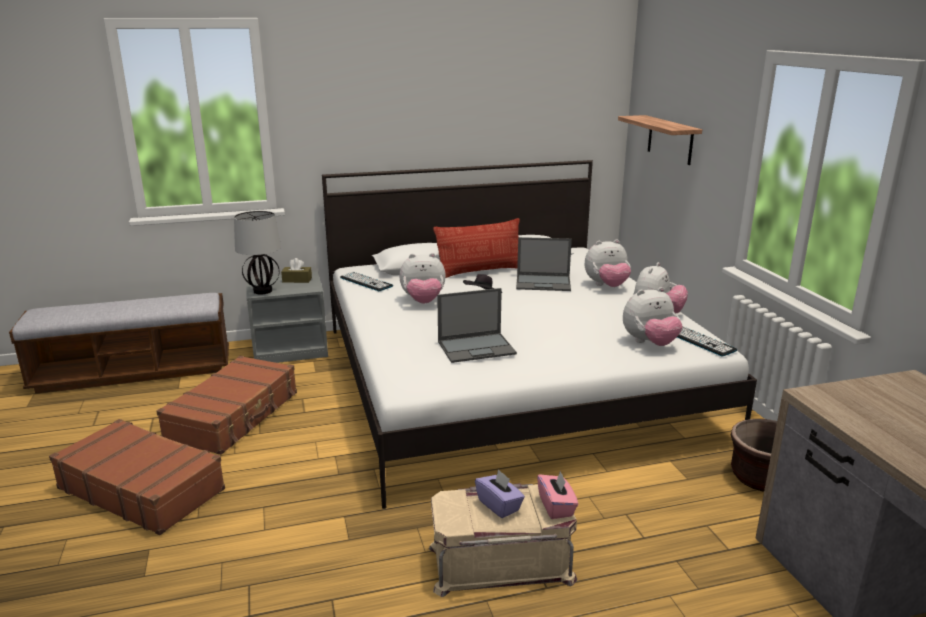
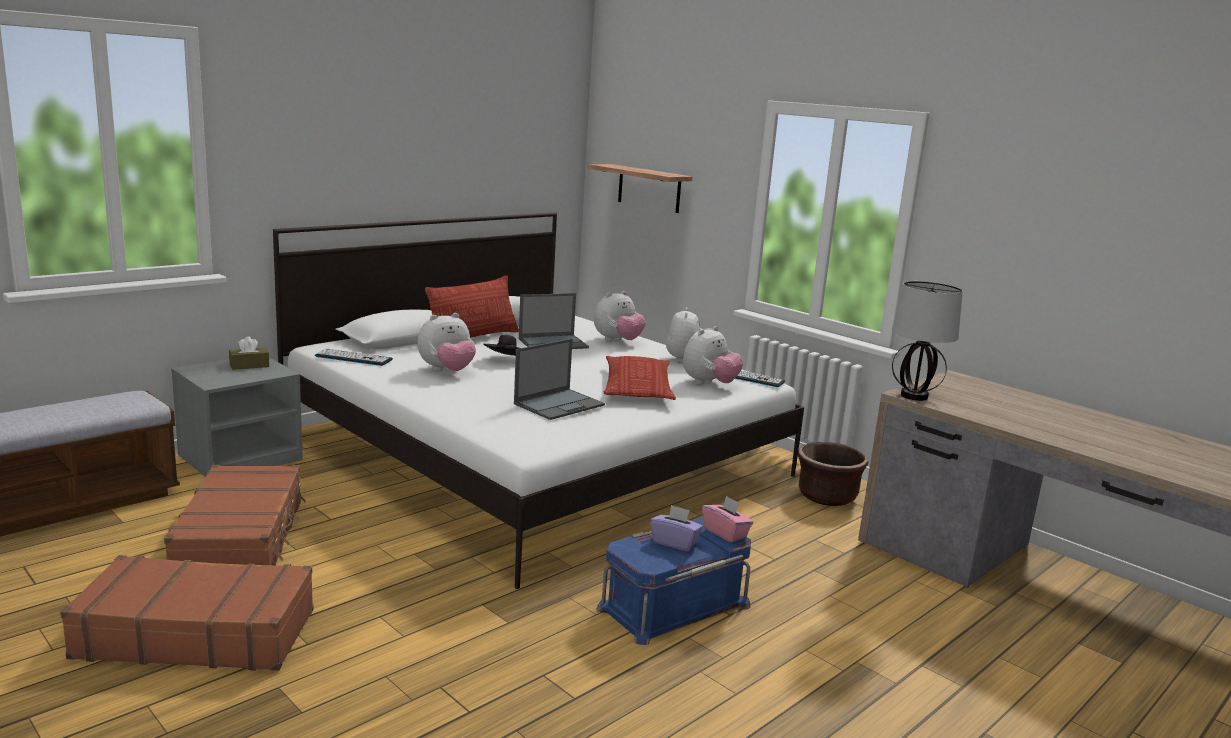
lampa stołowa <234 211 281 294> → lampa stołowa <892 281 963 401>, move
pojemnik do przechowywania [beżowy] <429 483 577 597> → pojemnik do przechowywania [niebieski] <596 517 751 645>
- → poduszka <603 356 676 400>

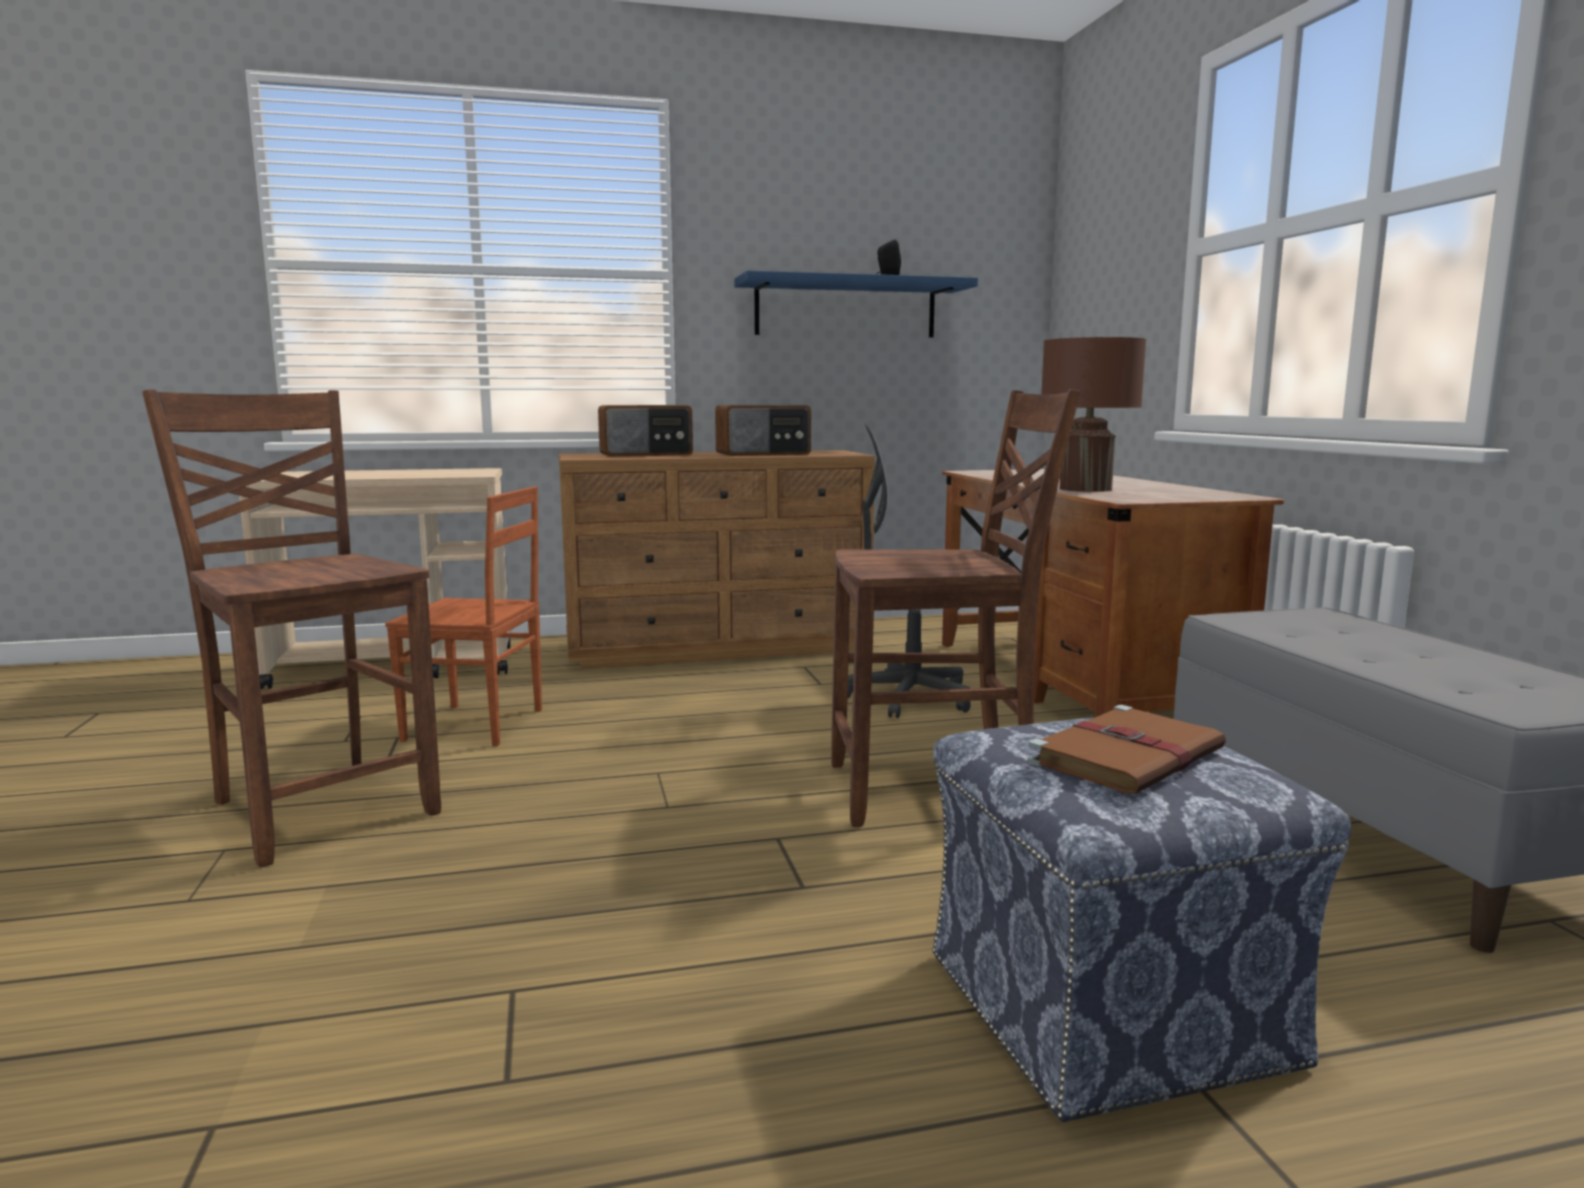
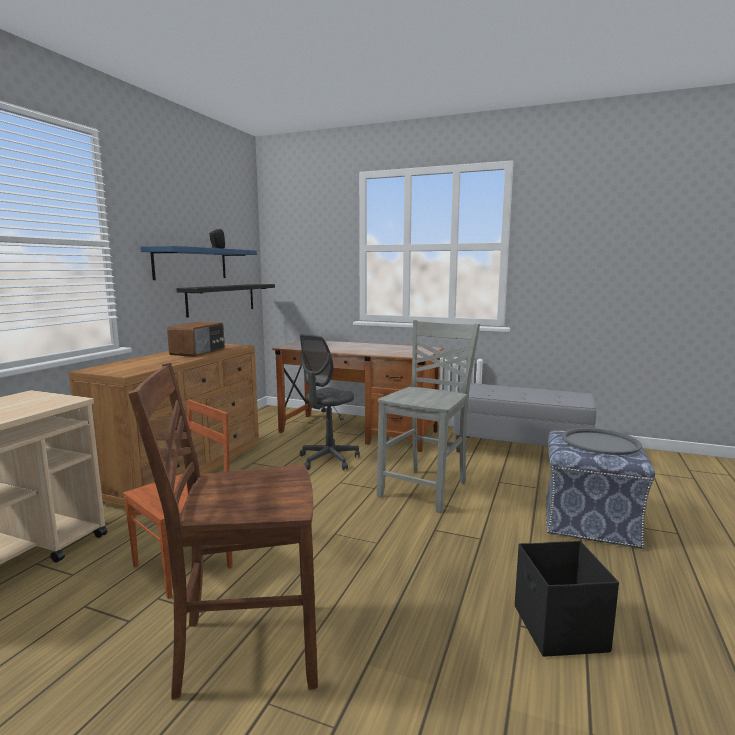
radio <598 405 693 457> → -
krzesło [brązowy] <831 389 1080 827> → krzesło [szary] <377 320 480 513>
książka [brązowy] <1027 705 1226 794> → taca [szary] <562 428 642 455>
lampa stołowa [brązowy] <1041 337 1146 492> → -
- → półka [czarny] <177 284 275 318>
- → pojemnik do przechowywania [czarny] <515 541 619 657>

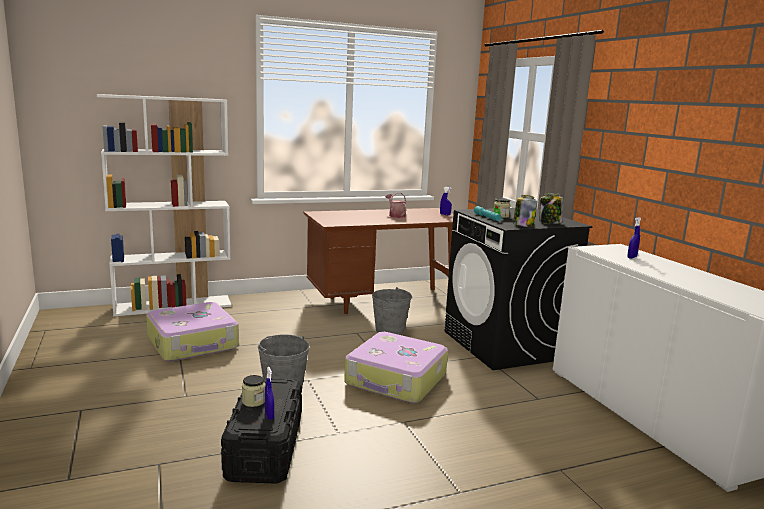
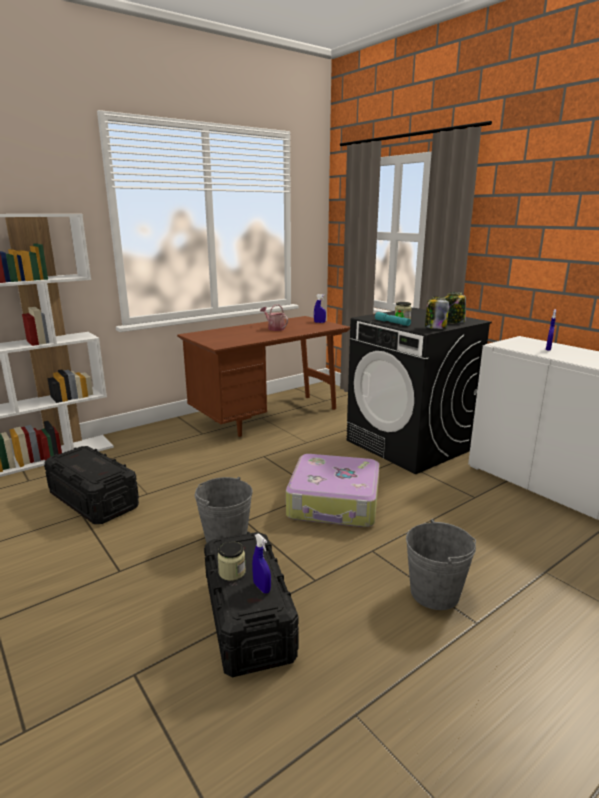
walizka <146 302 239 361> → pojemnik do przechowywania [czarny] <44 446 139 524>
wiadro [szary] <372 287 412 335> → wiadro [szary] <406 519 476 610>, move

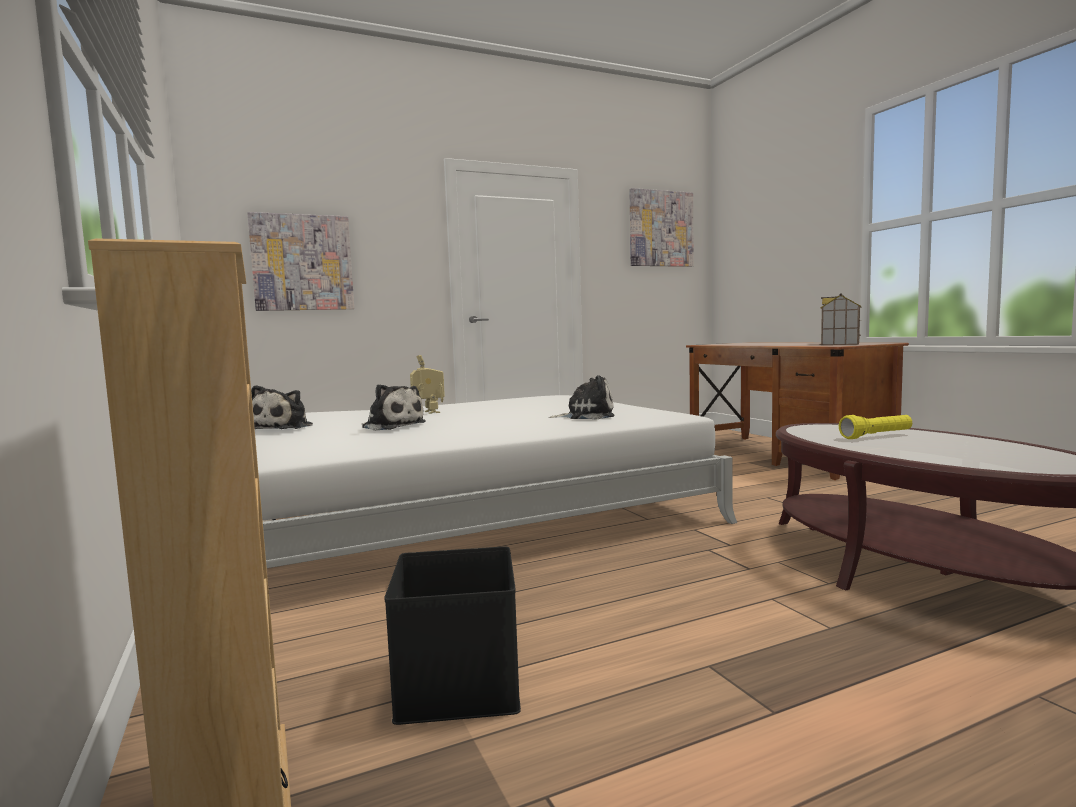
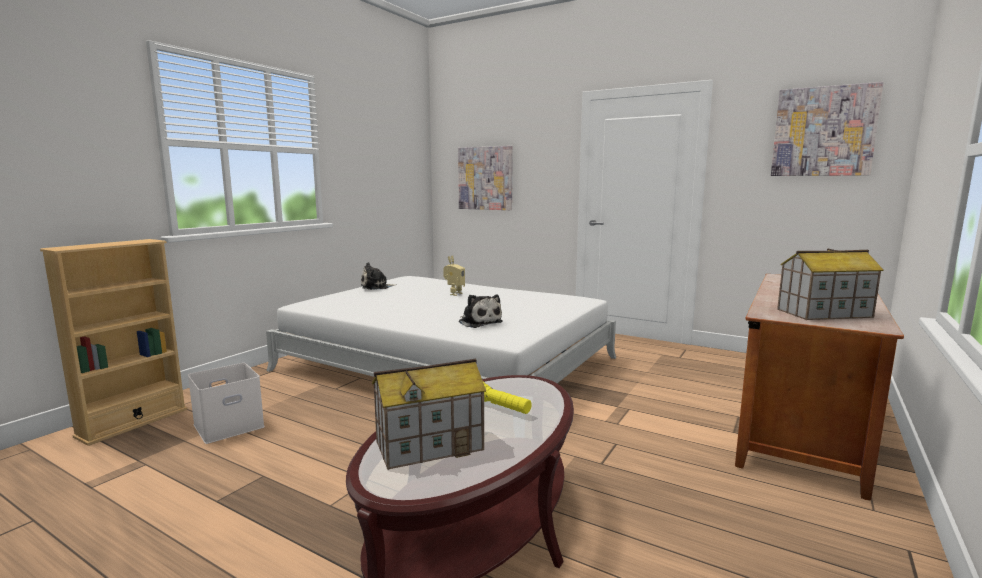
pluszak <362 384 426 431> → -
pojemnik do przechowywania [czarny] <385 546 521 725> → pojemnik do przechowywania [biały] <188 363 265 444>
- → domek <372 359 486 470>

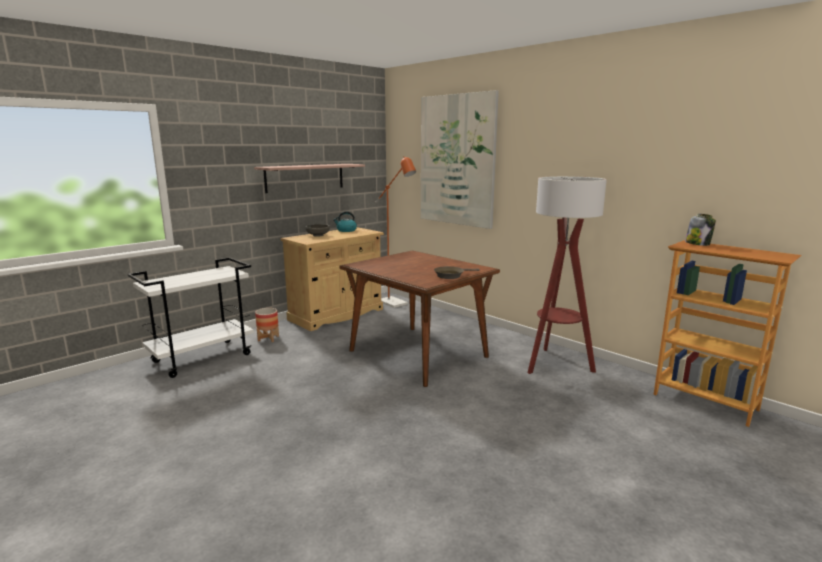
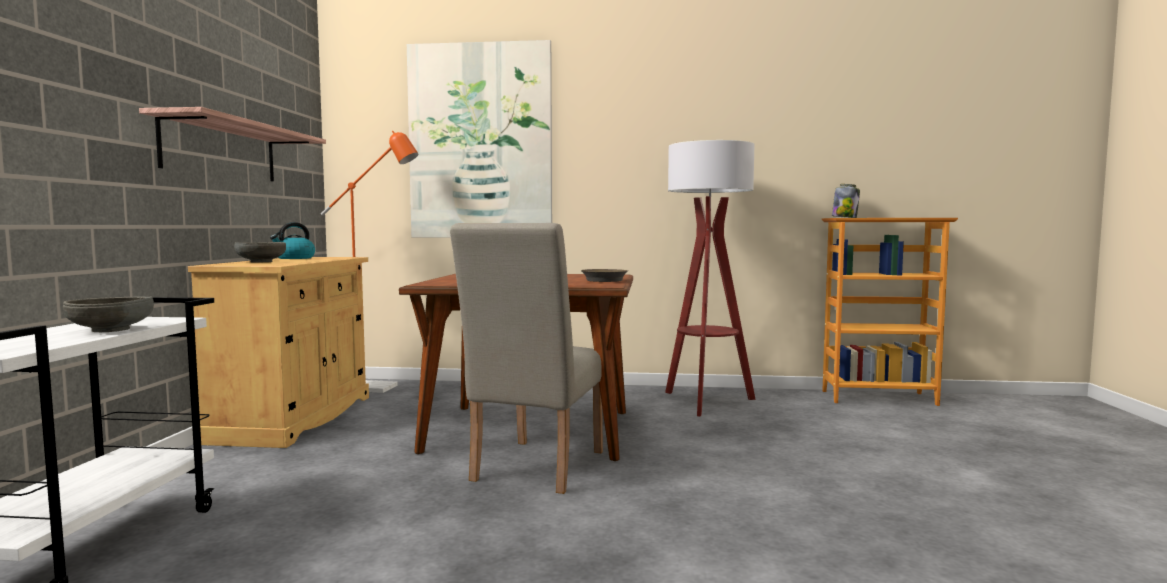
donica <255 308 279 342> → -
- → miska [szary] <63 297 154 332>
- → krzesło [beżowy] <450 223 603 494>

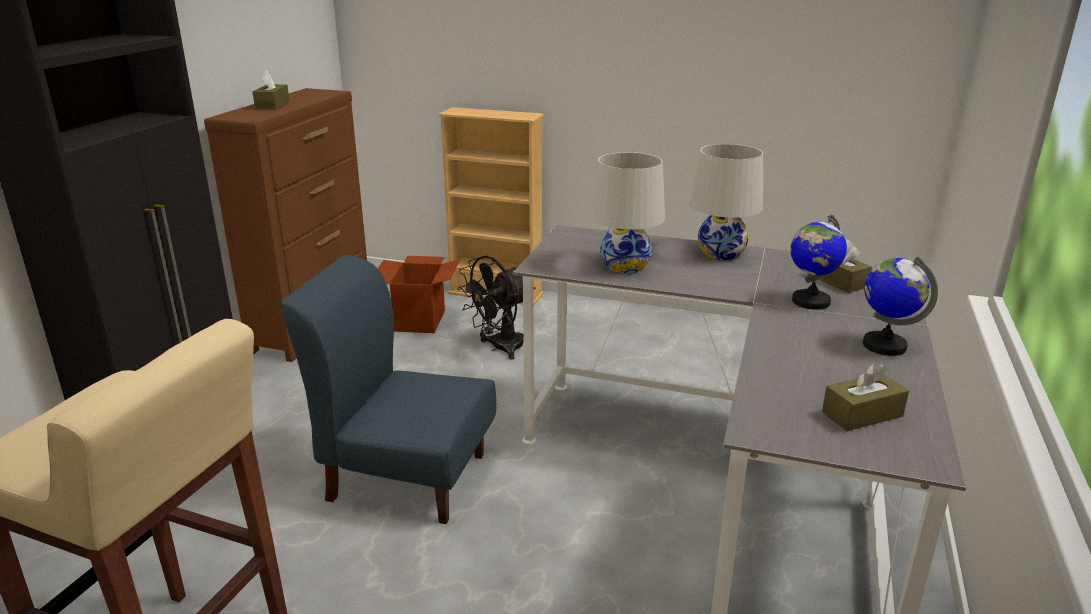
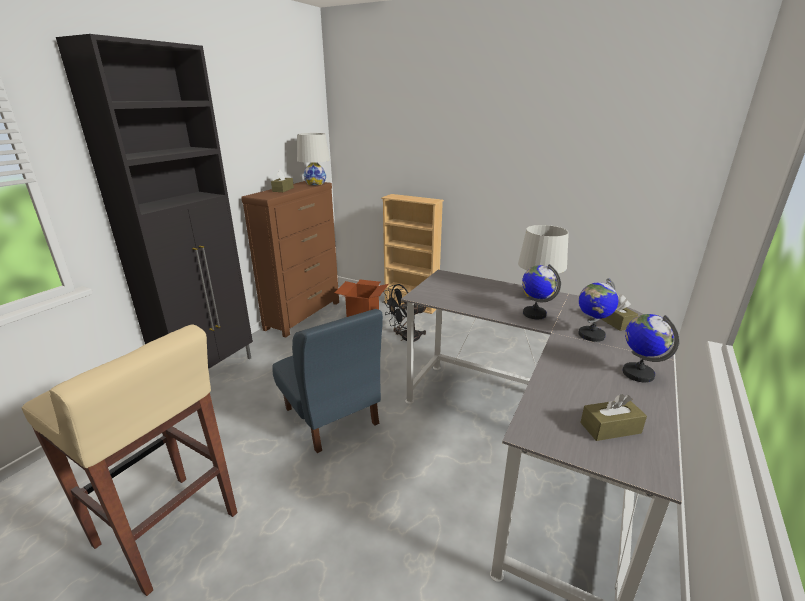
krzesło [niebieski] <281 255 497 524> → krzesło [niebieski] <272 309 383 453>, 150 degrees counterclockwise
lampa stołowa [biały] <590 152 665 273> → lampa stołowa [biały] <297 133 330 185>, move
- → globus <522 264 561 319>

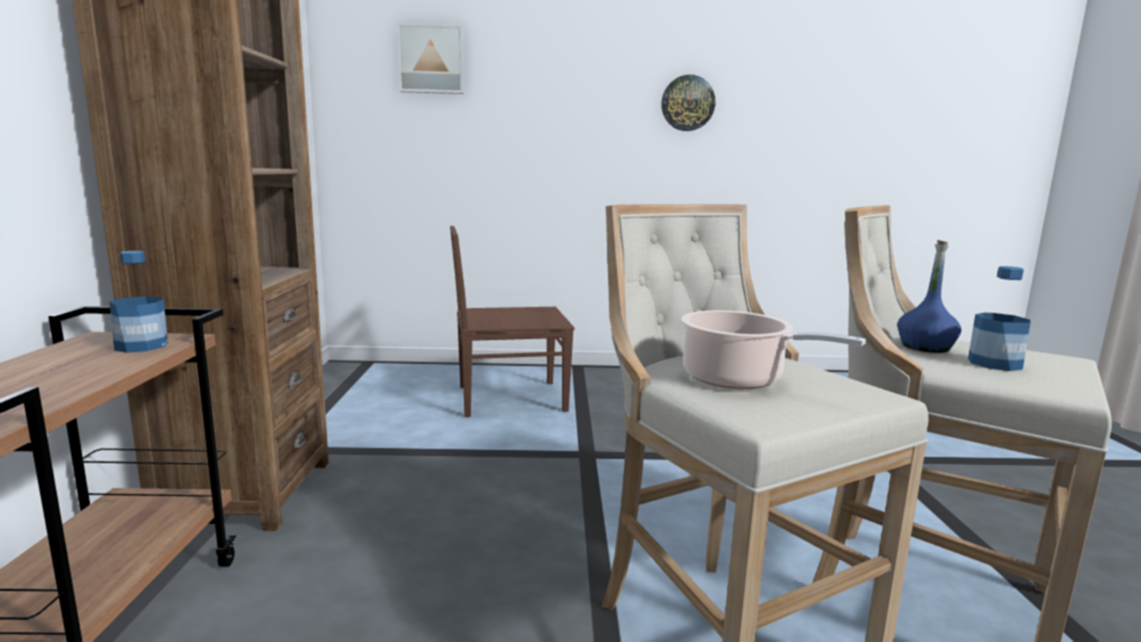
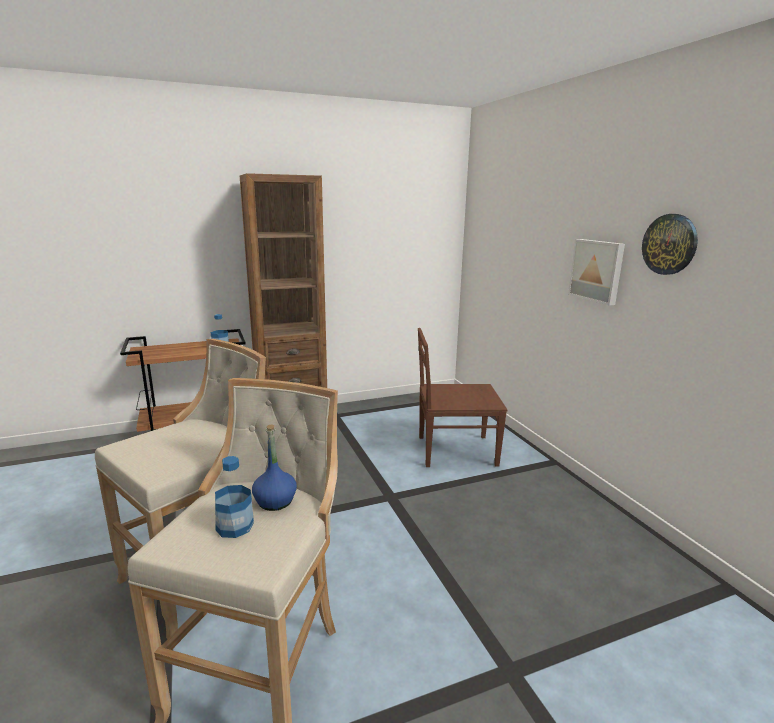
obraz <397 23 464 94> → obraz <568 239 625 306>, move
krzesło [brązowy] <450 226 574 417> → krzesło [brązowy] <418 328 507 467>, 60 degrees counterclockwise
garnek <681 310 866 389> → -

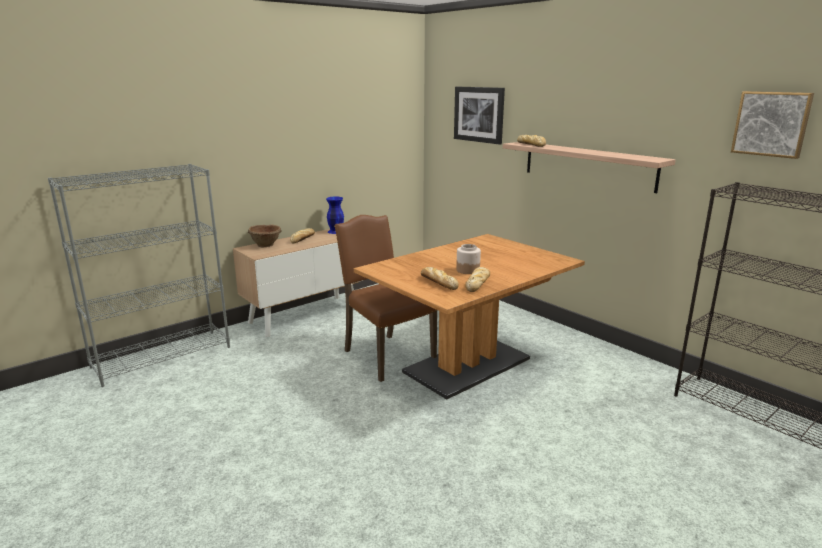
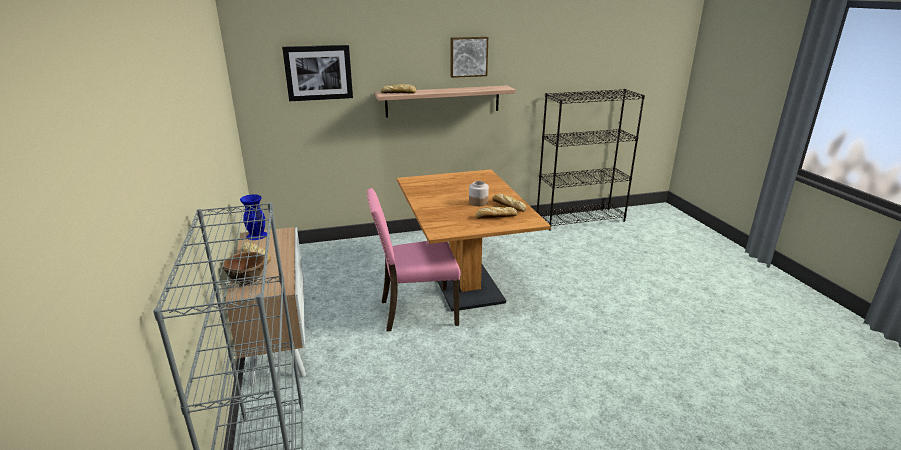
krzesło [brązowy] <334 215 437 382> → krzesło [różowy] <367 188 461 332>
obraz <731 91 814 159> → obraz <451 37 488 78>, move

